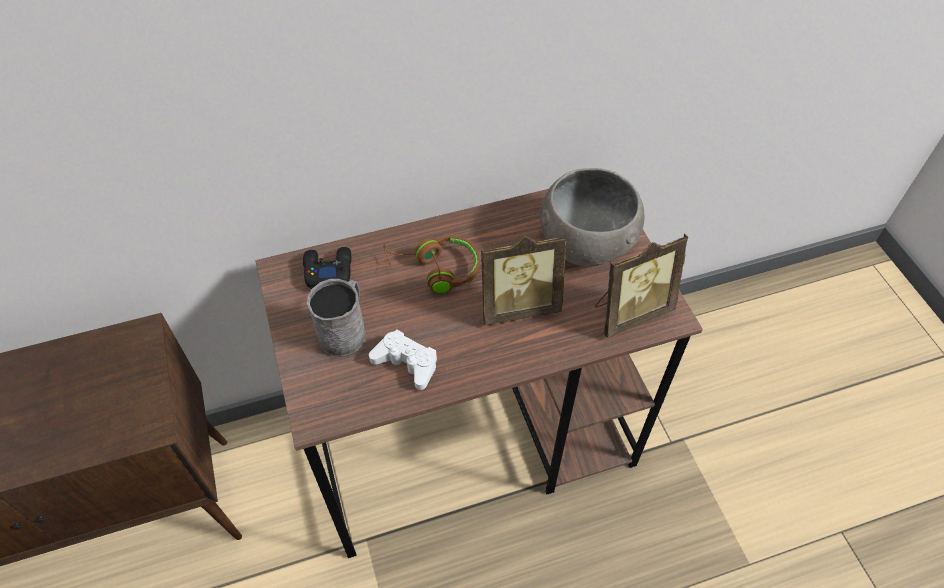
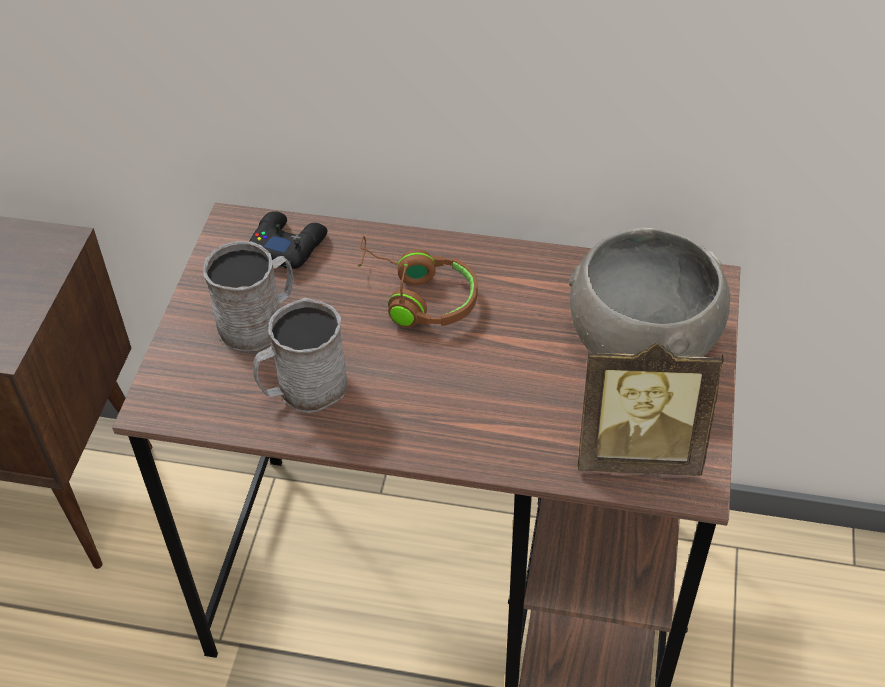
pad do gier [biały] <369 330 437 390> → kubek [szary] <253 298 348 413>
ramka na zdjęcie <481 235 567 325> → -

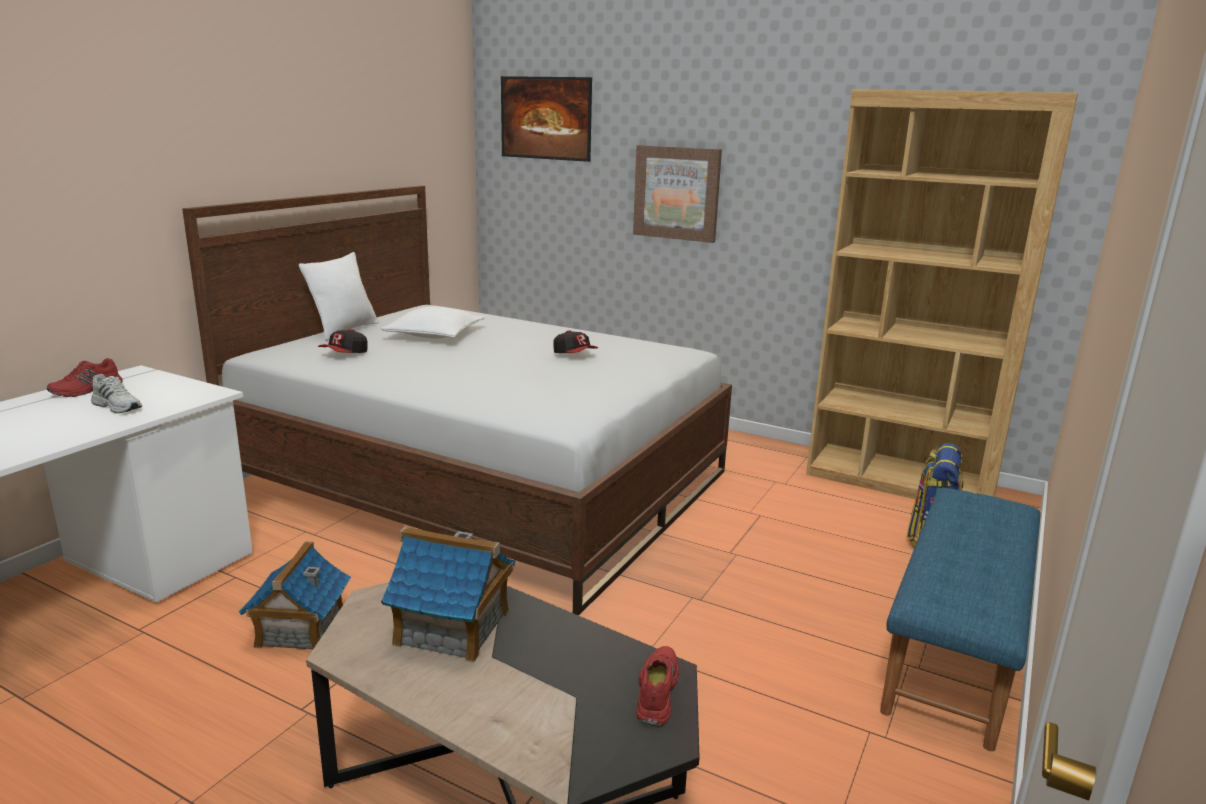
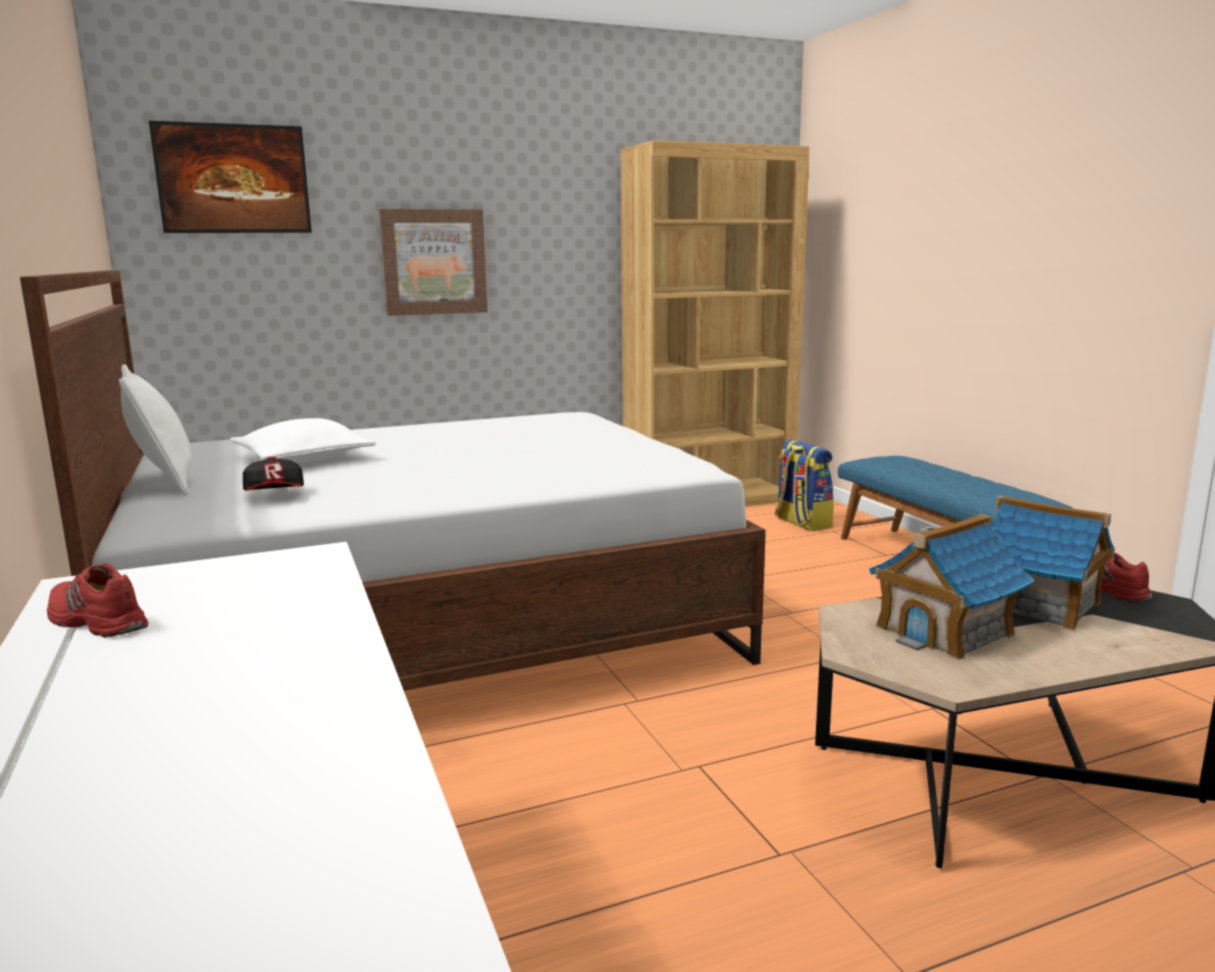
but [czerwony] <47 358 123 397> → but [czerwony] <47 563 148 638>, 135 degrees clockwise
but [biały] <91 374 142 413> → -
domek <239 541 351 649> → domek <992 496 1115 631>, move
czapka z daszkiem <553 330 598 353> → -

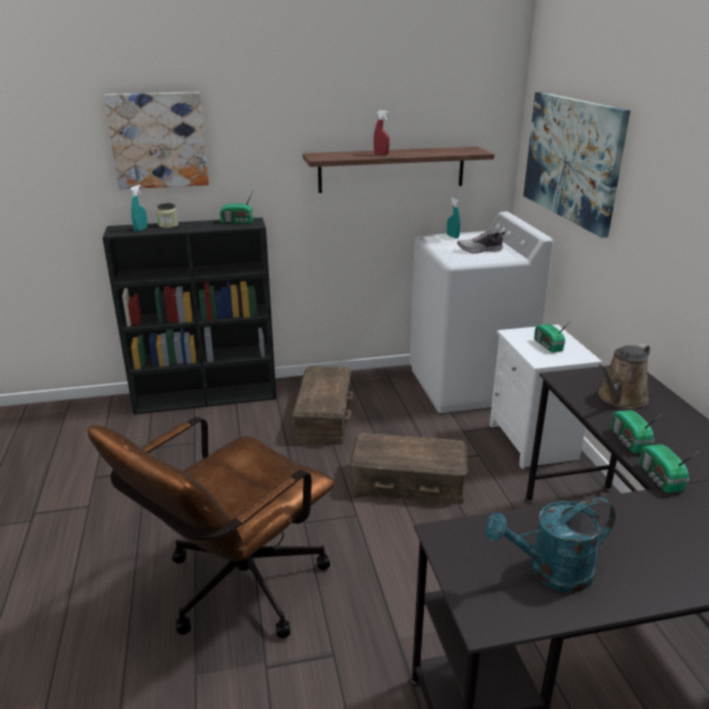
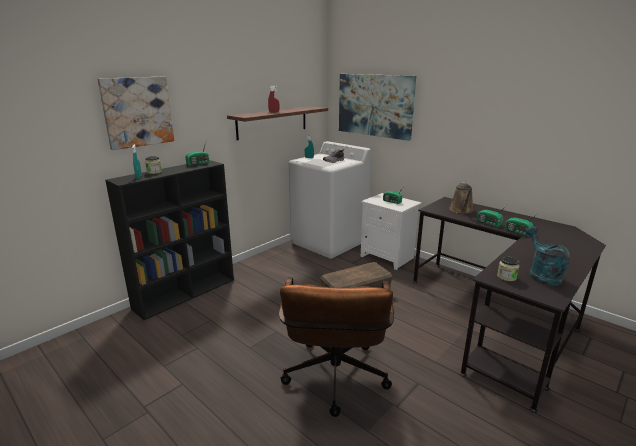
pojemnik do przechowywania [brązowy] <292 366 353 445> → -
konewka [turkusowy] <485 497 615 593> → konewka [turkusowy] <525 226 570 286>, 135 degrees clockwise
- → słoik <497 256 519 281>

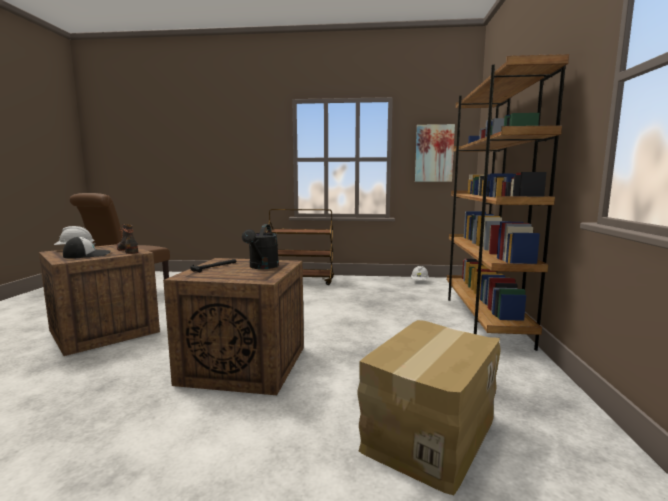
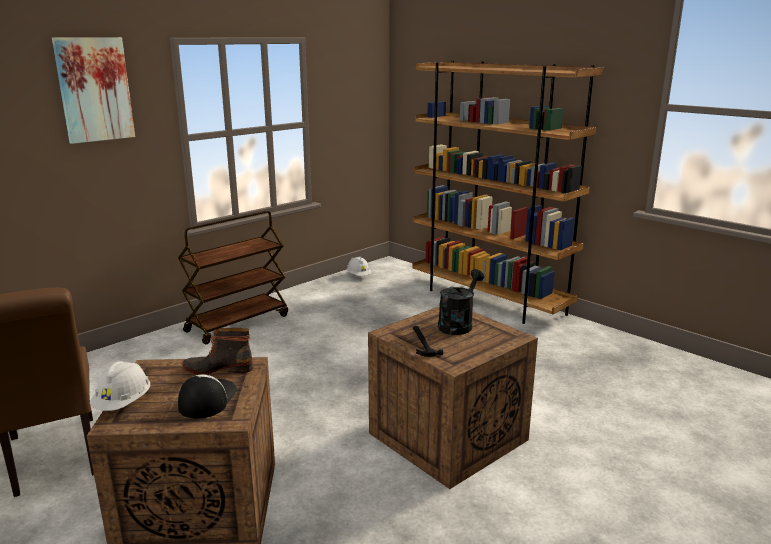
konewka [czarny] <242 224 279 269> → konewka [czarny] <438 269 484 335>, 105 degrees counterclockwise
karton <357 320 501 495> → -
obraz <415 124 455 182> → obraz <52 37 135 144>, move

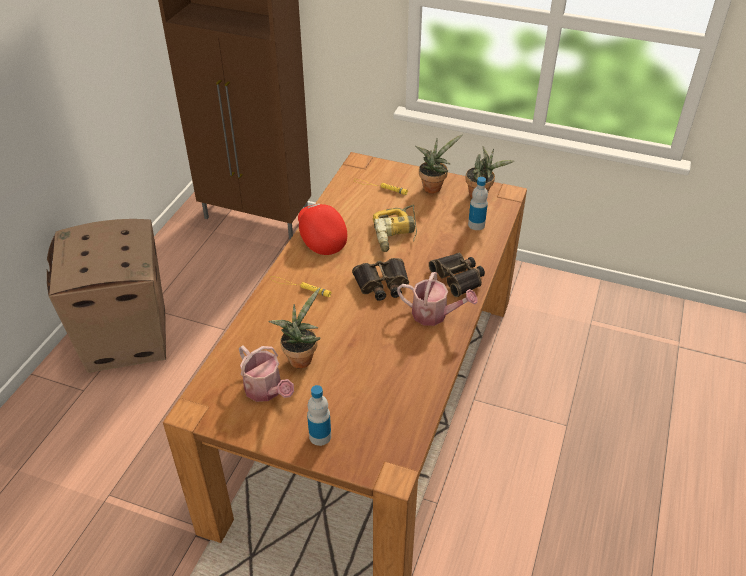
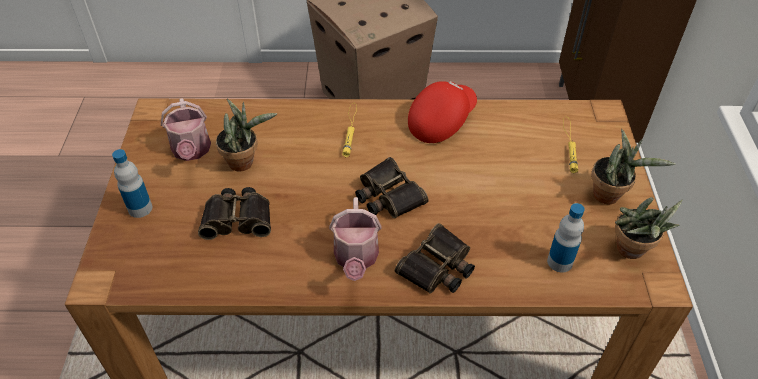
konewka <239 346 294 402> → konewka <161 98 211 161>, 45 degrees counterclockwise
wiertarka <373 205 417 252> → -
- → lornetka <198 187 271 240>

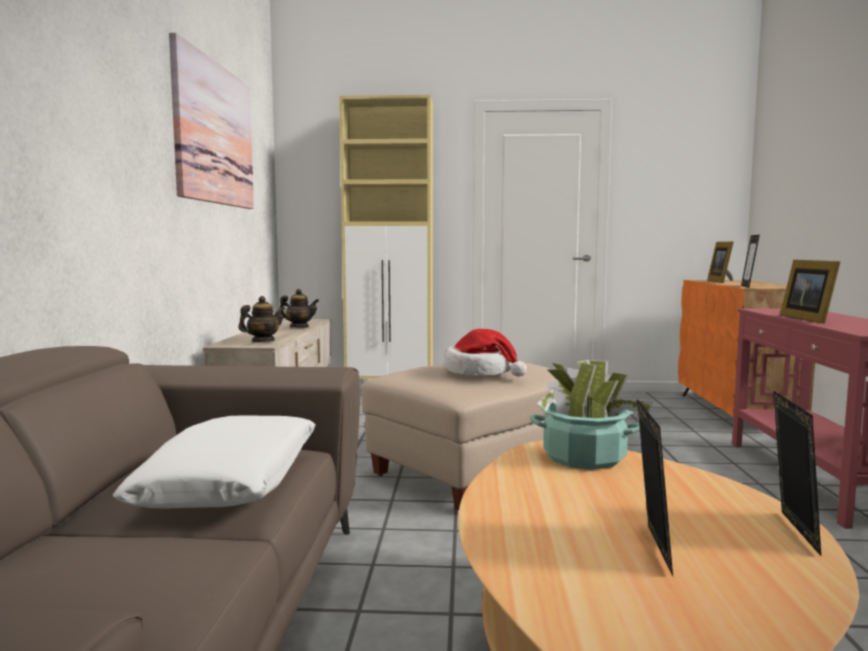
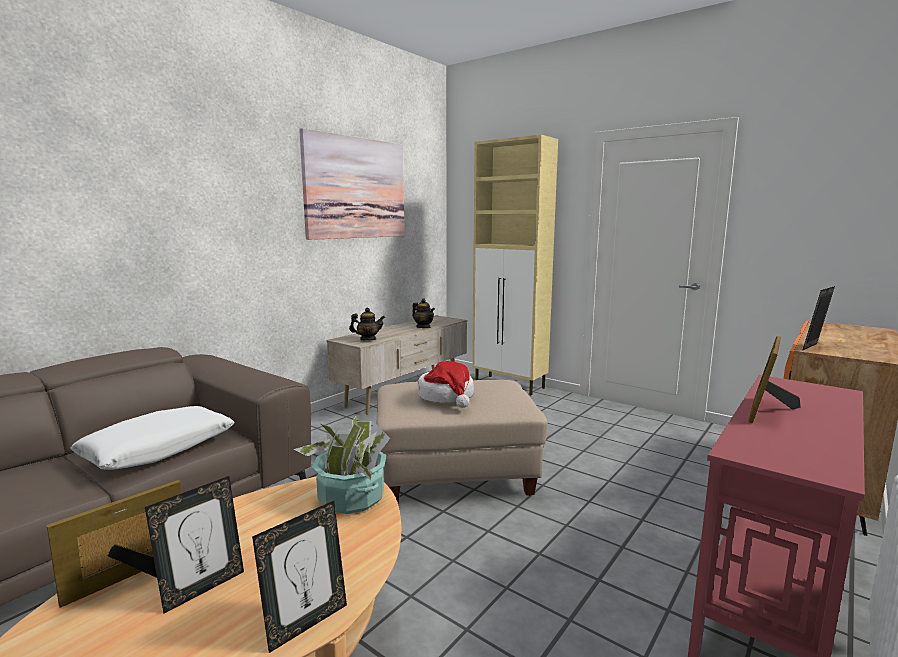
ramka na zdjęcie <707 242 734 283> → ramka na zdjęcie <47 480 181 608>, move

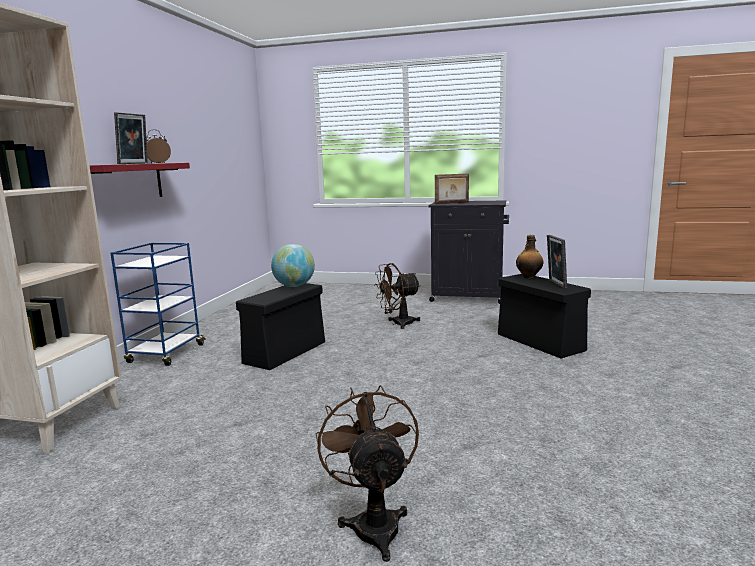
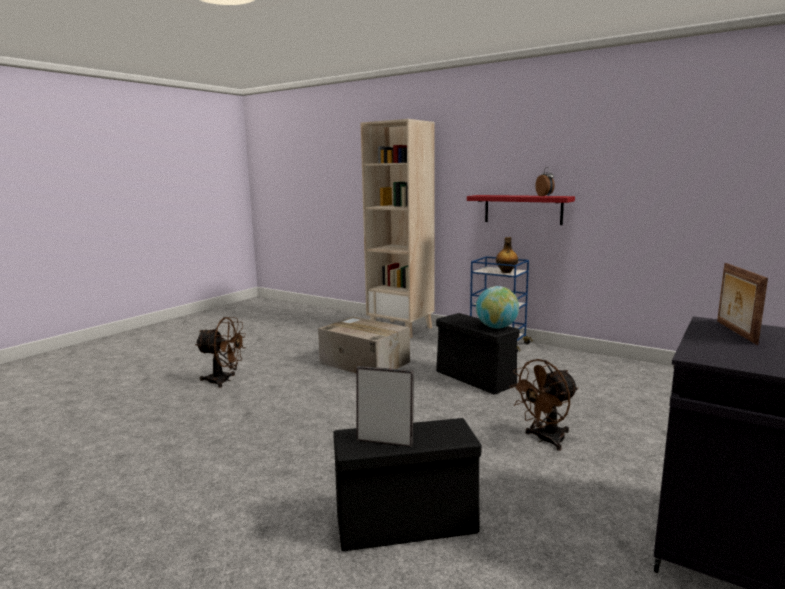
ramka na zdjęcie <114 112 148 164> → -
wentylator [brązowy] <375 263 421 329> → wentylator [brązowy] <509 359 578 451>, 120 degrees counterclockwise
butelka <516 235 544 278> → butelka <496 237 518 273>, move
- → karton <318 316 410 373>

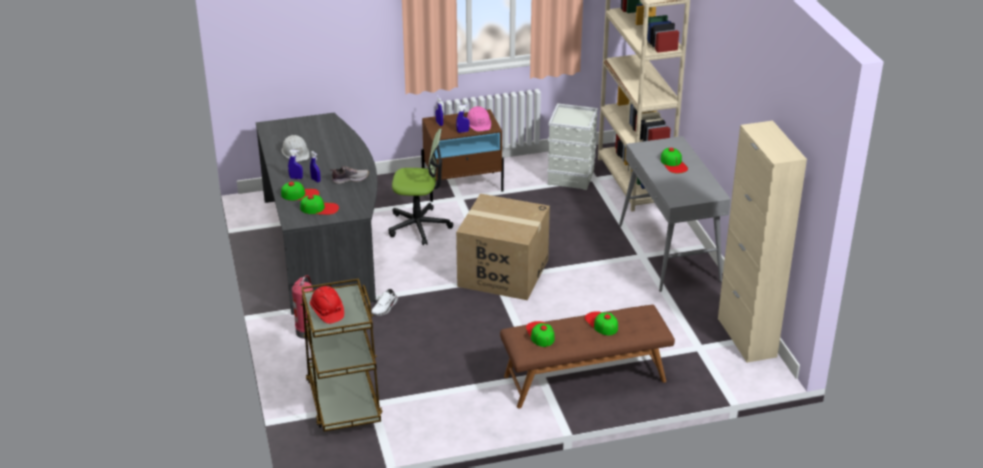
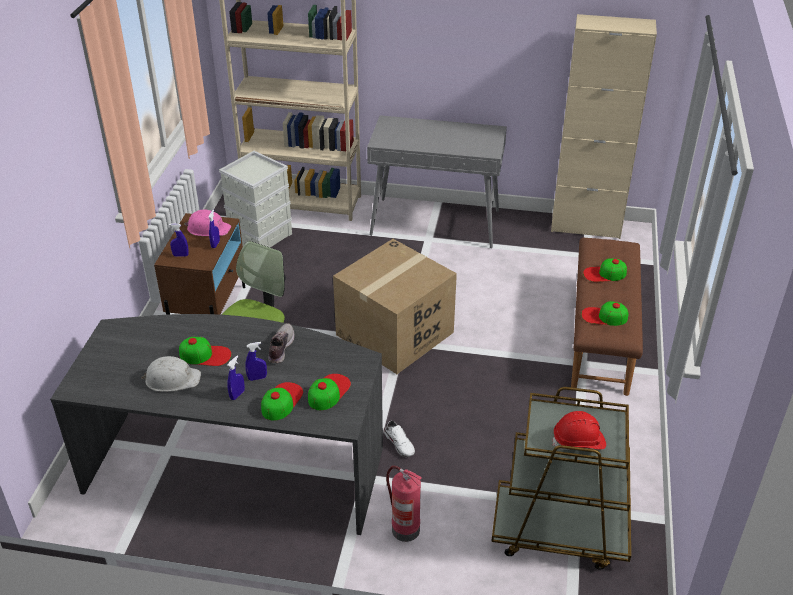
czapka z daszkiem <661 148 688 174> → czapka z daszkiem <179 337 231 366>, move

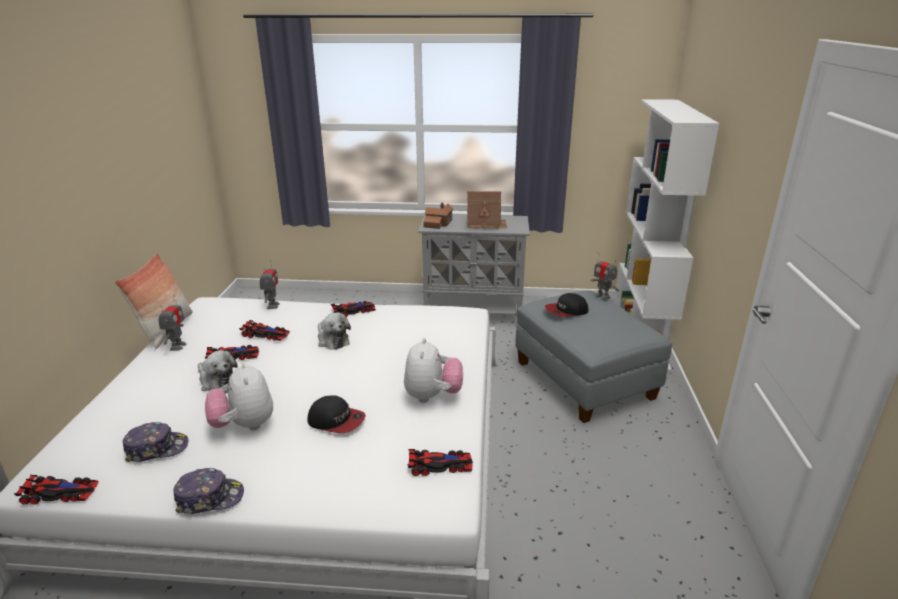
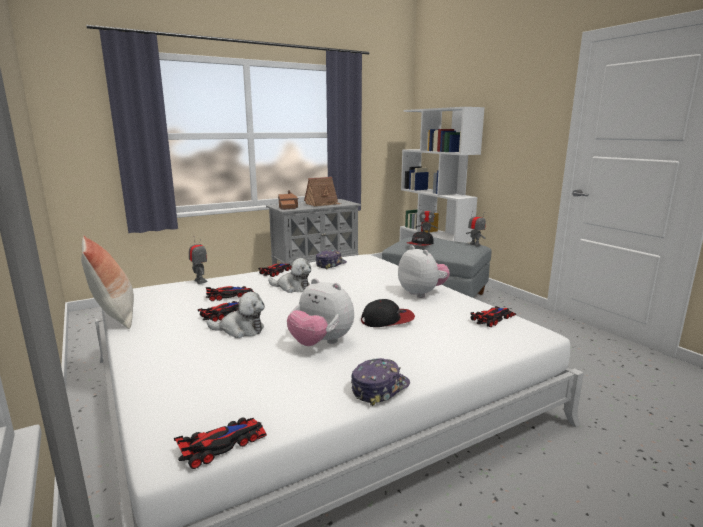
czapka z daszkiem <123 422 188 462> → czapka z daszkiem <316 249 347 269>, move
robot zabawkowy <159 295 186 351> → robot zabawkowy <466 211 486 246>, move

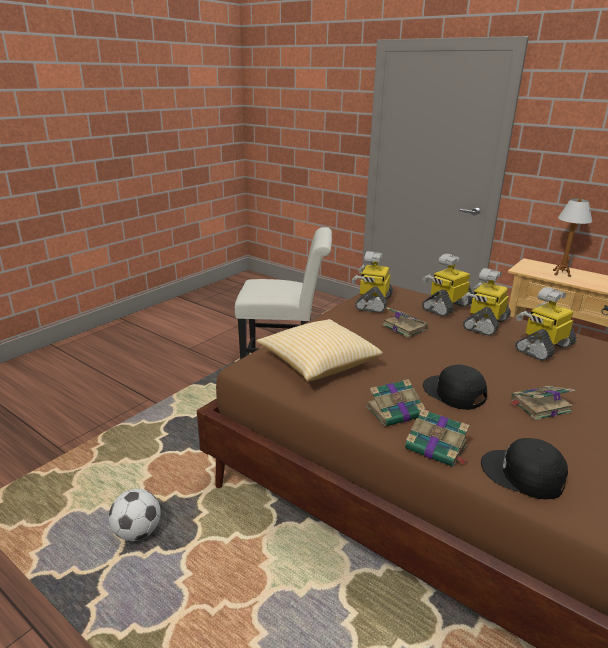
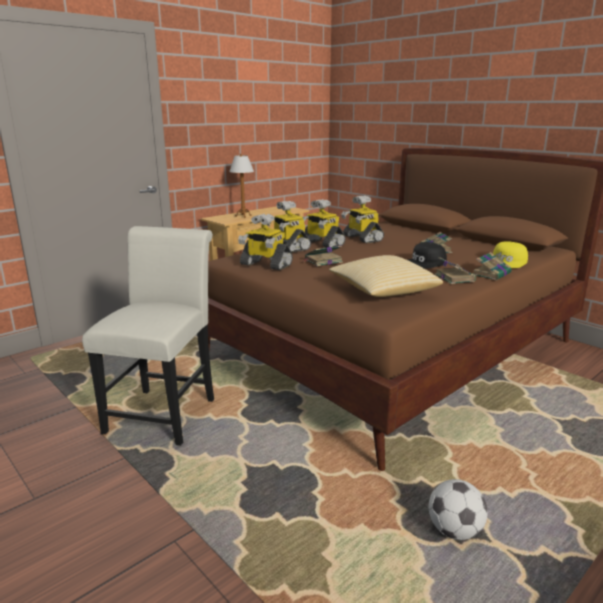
czapka z daszkiem [czarny] <481 438 568 499> → czapka z daszkiem [żółty] <493 241 528 268>

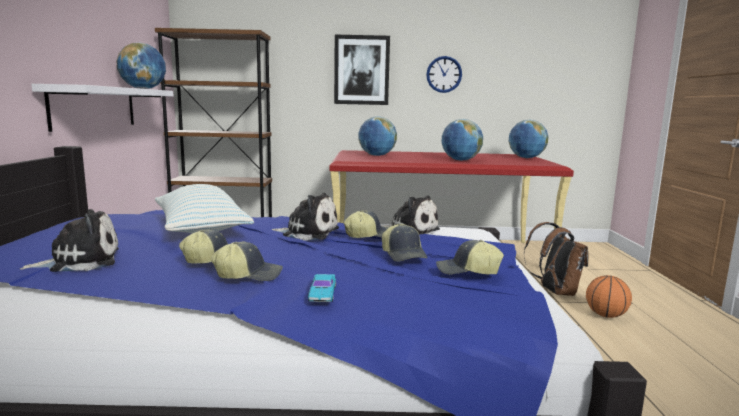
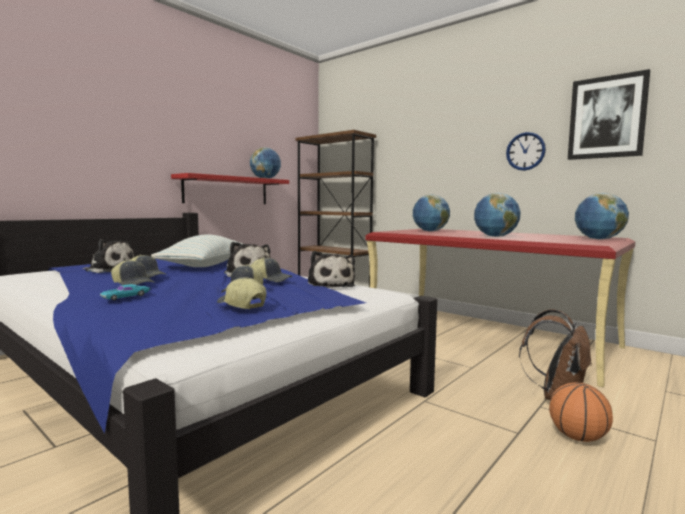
półka [biały] <31 84 173 132> → półka [czerwony] <171 173 289 204>
obraz <334 35 390 105> → obraz <568 69 650 160>, move

